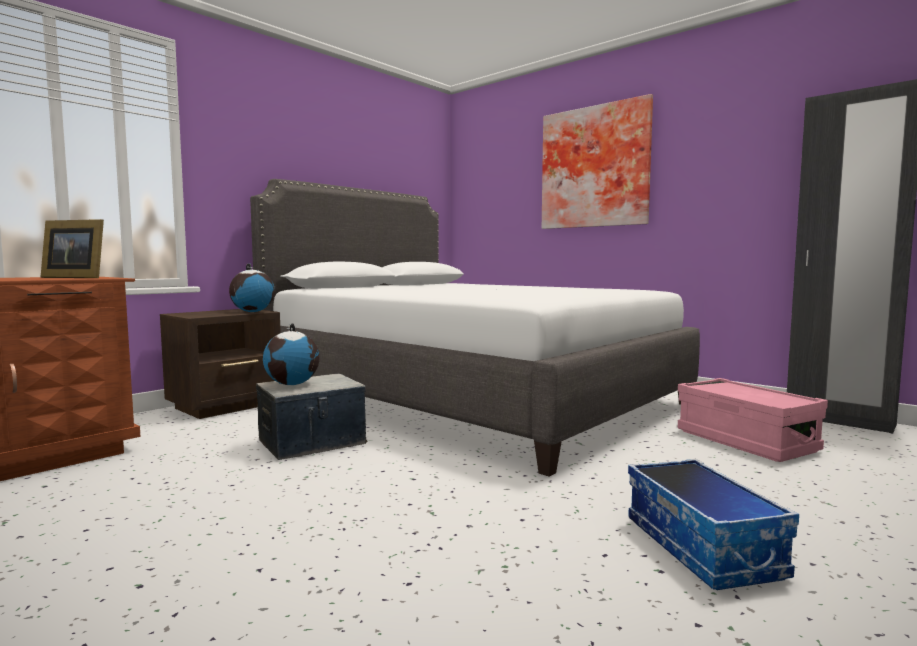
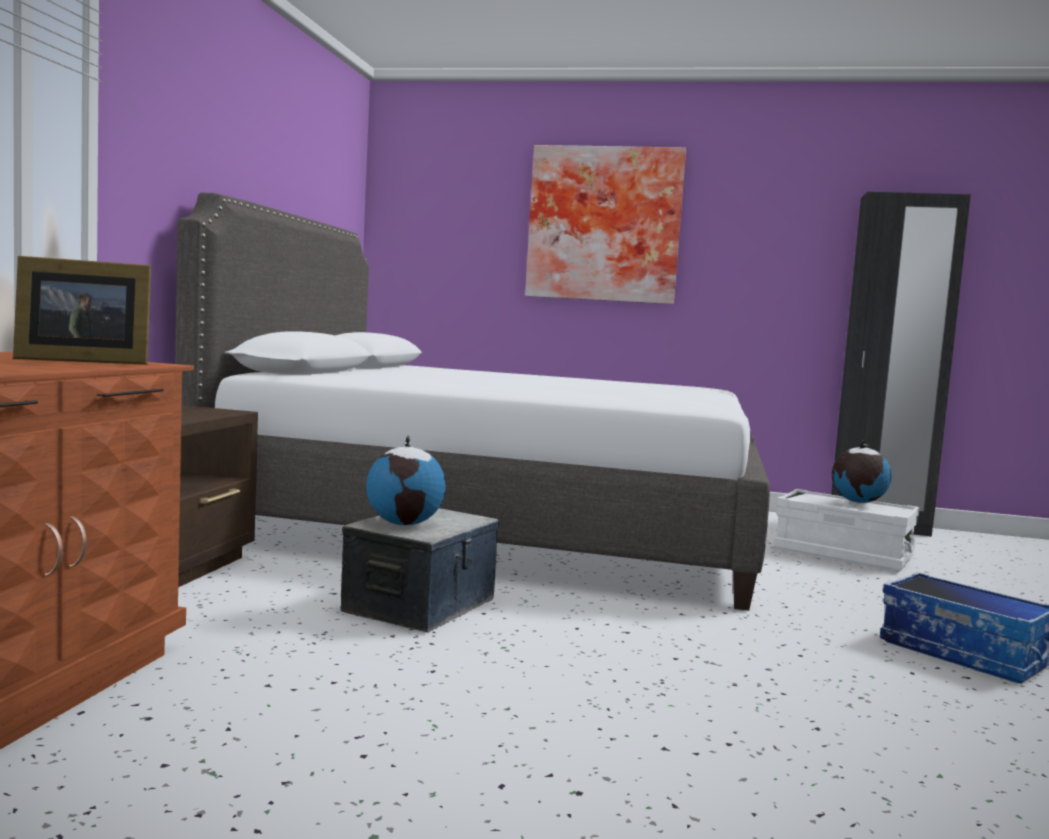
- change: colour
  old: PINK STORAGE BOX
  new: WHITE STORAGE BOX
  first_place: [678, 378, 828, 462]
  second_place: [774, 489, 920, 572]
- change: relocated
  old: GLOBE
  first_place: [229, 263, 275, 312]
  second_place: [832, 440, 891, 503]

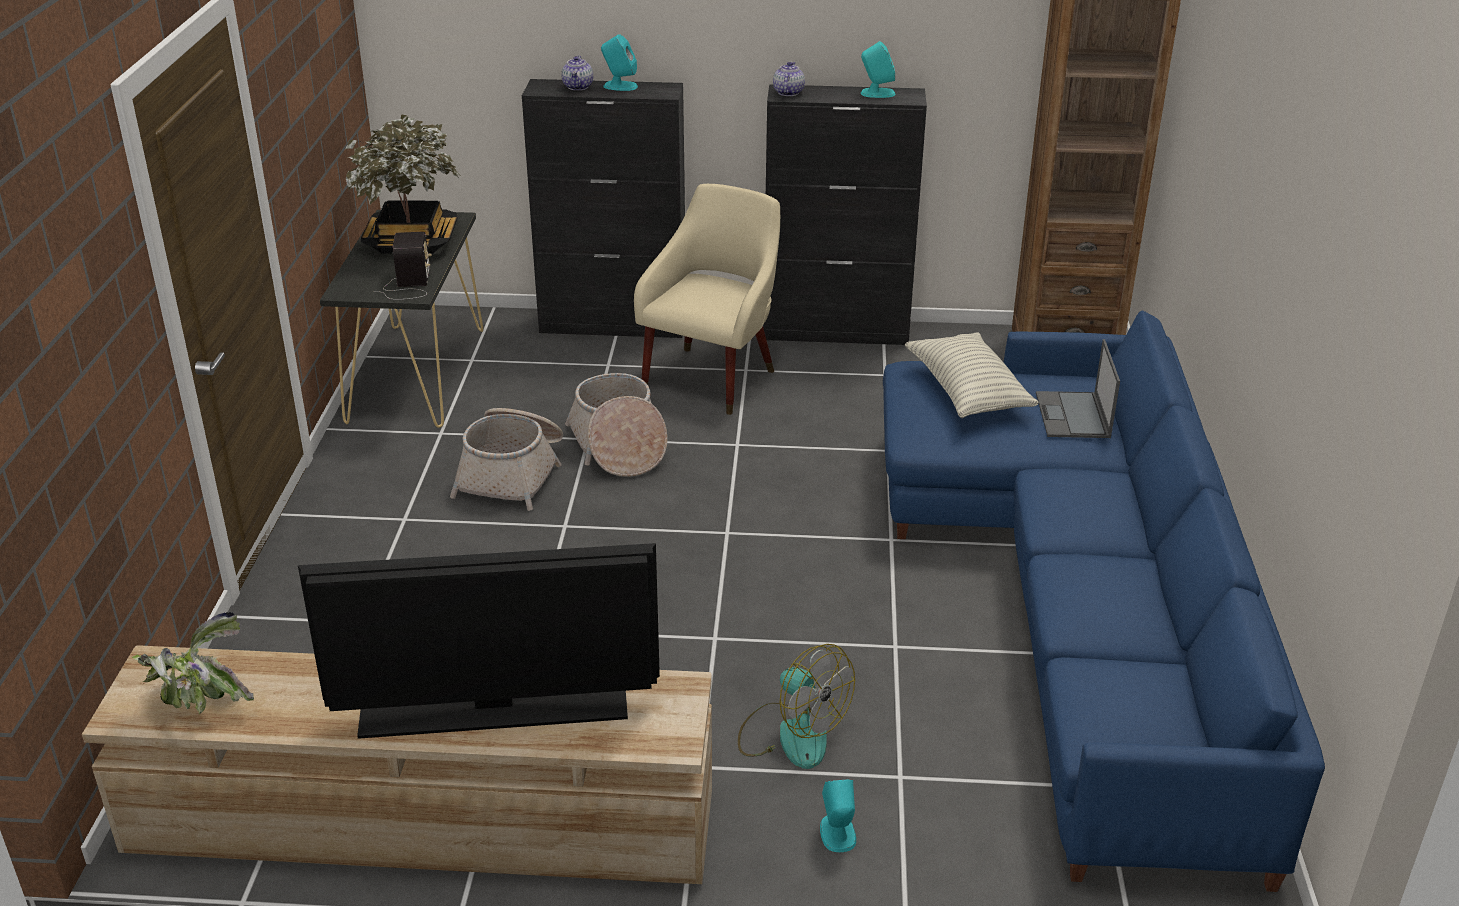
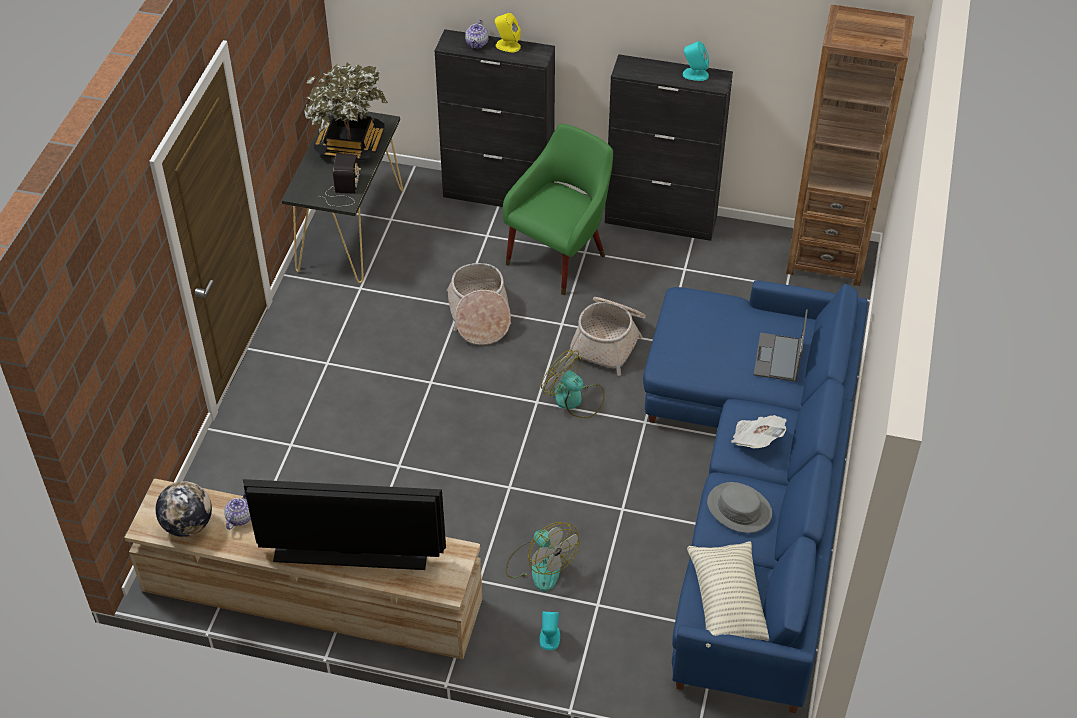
- change: exchanged
  old: POTTED PLANT
  new: GLOBE
  first_place: [132, 612, 254, 714]
  second_place: [156, 481, 212, 537]
- change: relocated
  old: TEAPOT
  first_place: [773, 62, 805, 96]
  second_place: [224, 490, 251, 530]
- change: colour
  old: TURQUOISE SPEAKER
  new: YELLOW SPEAKER
  first_place: [601, 34, 638, 91]
  second_place: [495, 13, 521, 52]
- change: colour
  old: BEIGE ARMCHAIR
  new: GREEN ARMCHAIR
  first_place: [634, 184, 780, 415]
  second_place: [503, 124, 613, 295]
- change: appeared
  new: FAN
  second_place: [541, 349, 605, 418]
- change: relocated
  old: BASKET
  first_place: [450, 408, 563, 511]
  second_place: [566, 297, 646, 376]
- change: relocated
  old: PILLOW
  first_place: [905, 332, 1039, 418]
  second_place: [687, 541, 769, 648]
- change: appeared
  new: GREY HAT
  second_place: [707, 482, 772, 533]
- change: appeared
  new: NEWSPAPER
  second_place: [731, 415, 786, 448]

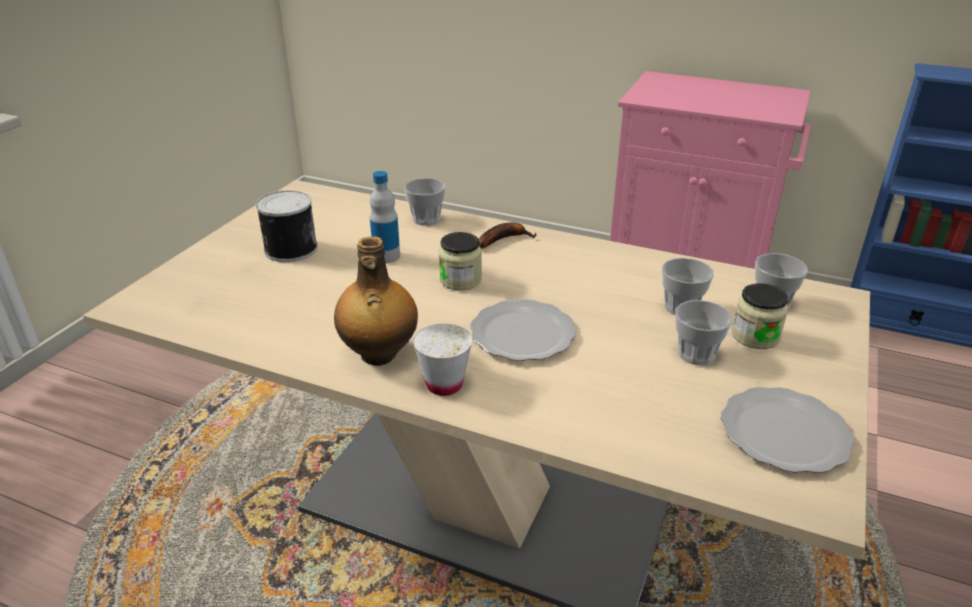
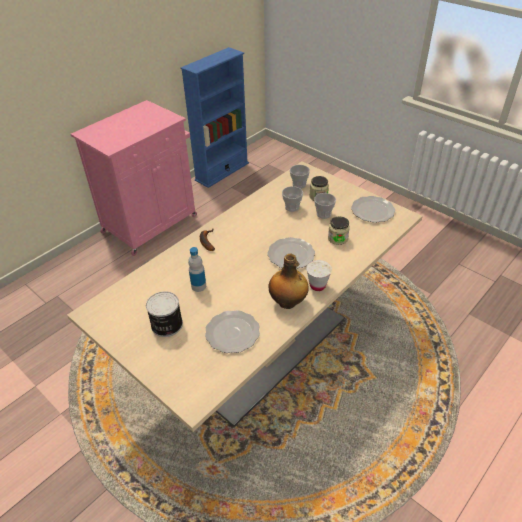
- change: appeared
  new: PLATE
  second_place: [205, 310, 260, 353]
- change: relocated
  old: JAR
  first_place: [439, 232, 482, 290]
  second_place: [328, 216, 350, 245]
- change: missing
  old: CUP
  first_place: [404, 178, 446, 226]

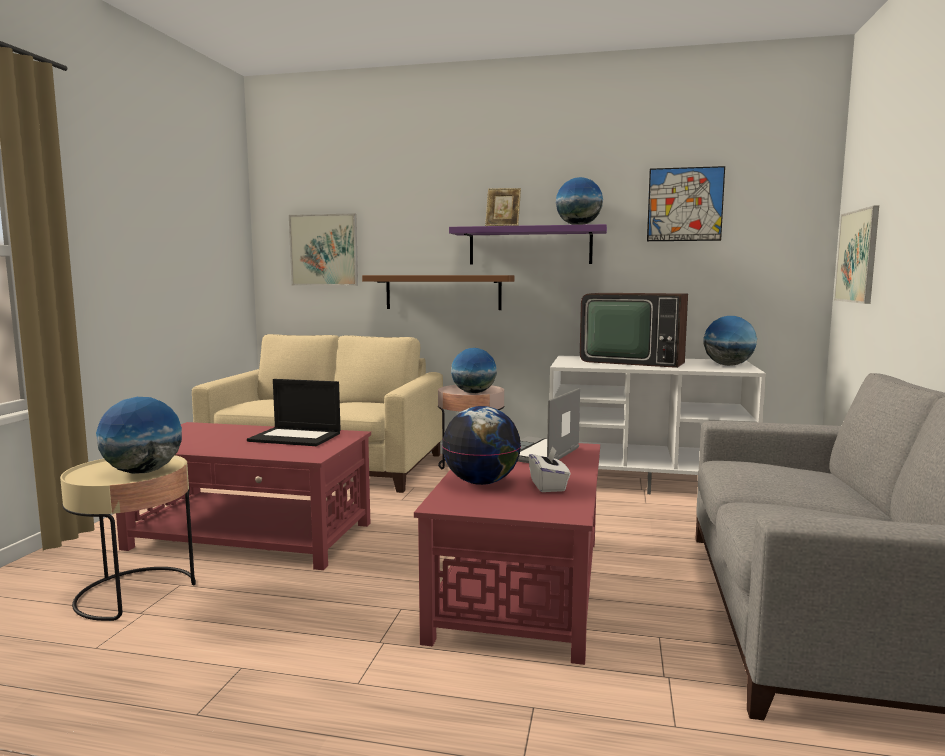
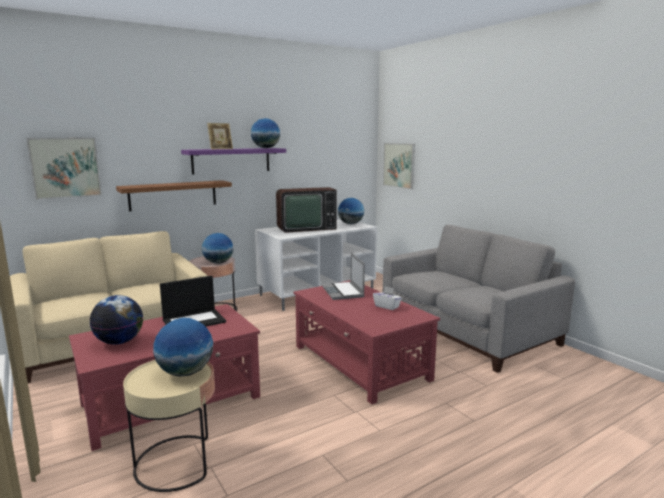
- change: relocated
  old: GLOBE
  first_place: [442, 406, 521, 485]
  second_place: [89, 295, 143, 345]
- change: missing
  old: PICTURE
  first_place: [647, 166, 725, 241]

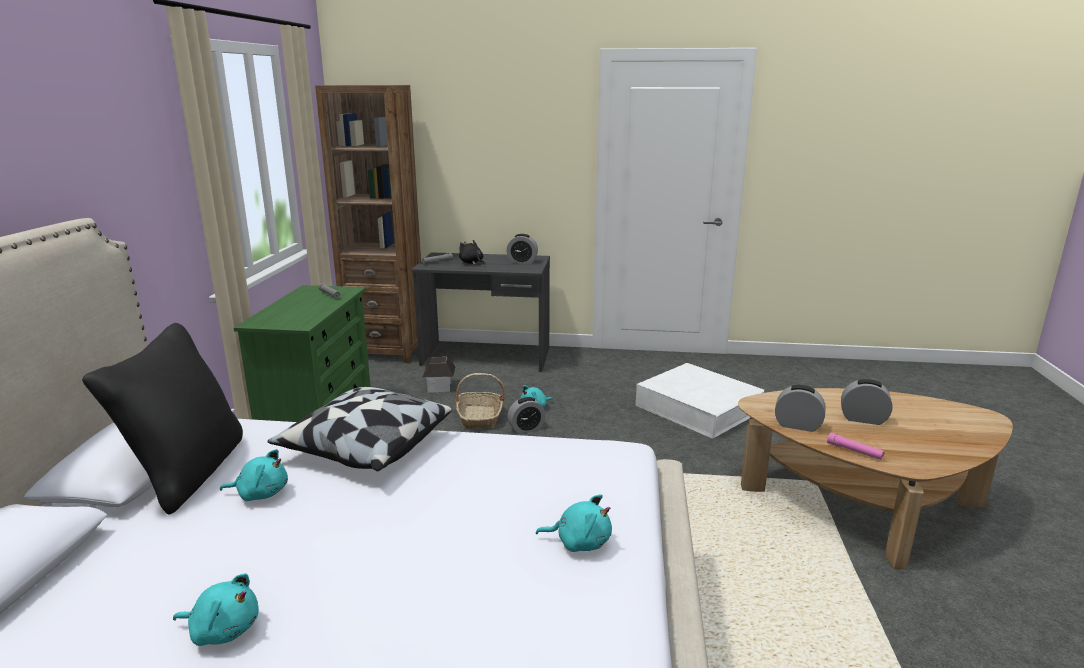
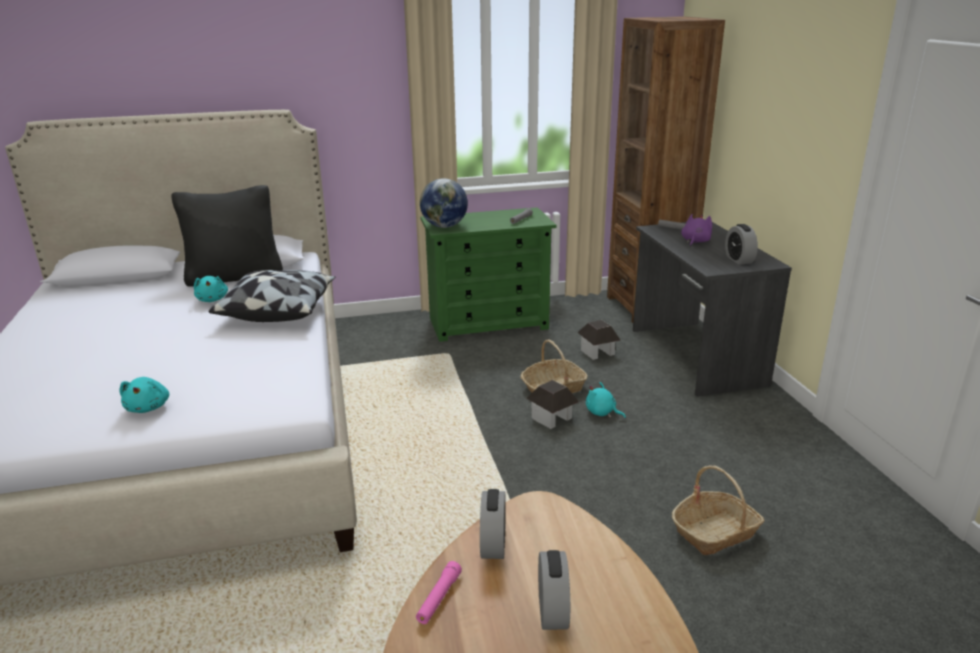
- change: appeared
  new: GLOBE
  second_place: [420, 178, 468, 228]
- change: exchanged
  old: ALARM CLOCK
  new: TOY HOUSE
  first_place: [508, 397, 546, 433]
  second_place: [526, 380, 579, 429]
- change: exchanged
  old: WHITE STORAGE BOX
  new: BASKET
  first_place: [635, 363, 765, 439]
  second_place: [672, 465, 765, 555]
- change: colour
  old: BLACK PLUSH TOY
  new: PURPLE PLUSH TOY
  first_place: [459, 240, 485, 265]
  second_place: [681, 214, 712, 246]
- change: missing
  old: TURQUOISE PLUSH TOY
  first_place: [173, 573, 259, 646]

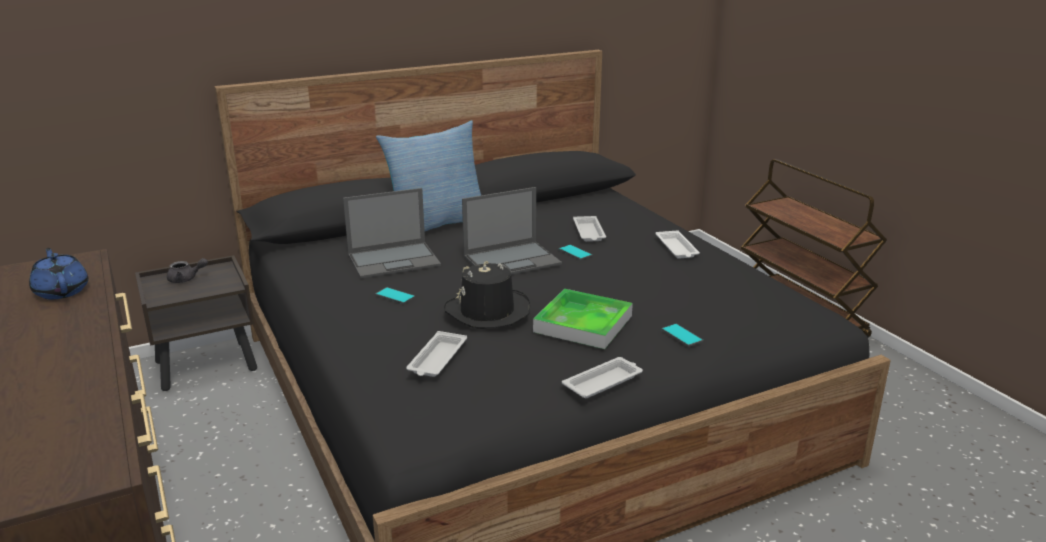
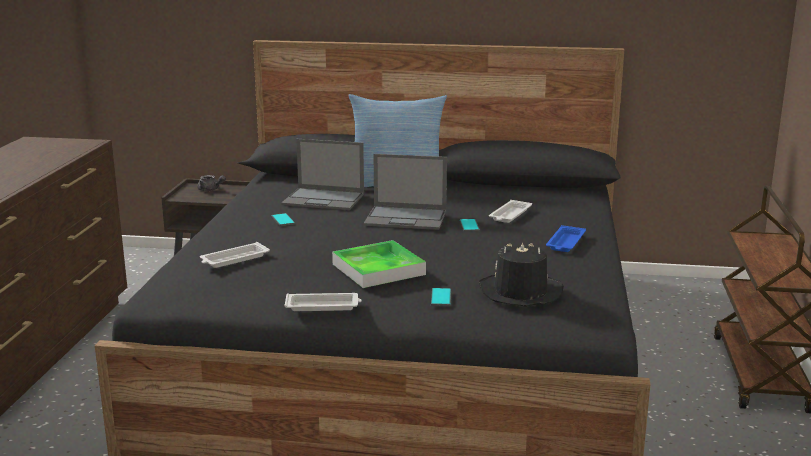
- change: relocated
  old: BLACK HAT
  first_place: [444, 261, 530, 329]
  second_place: [479, 242, 564, 307]
- change: colour
  old: WHITE TRAY
  new: BLUE TRAY
  first_place: [656, 230, 700, 259]
  second_place: [546, 225, 586, 252]
- change: missing
  old: BLUE TEAPOT
  first_place: [29, 248, 88, 299]

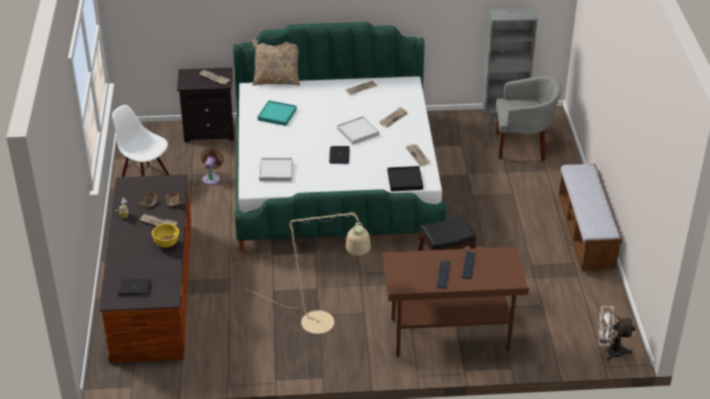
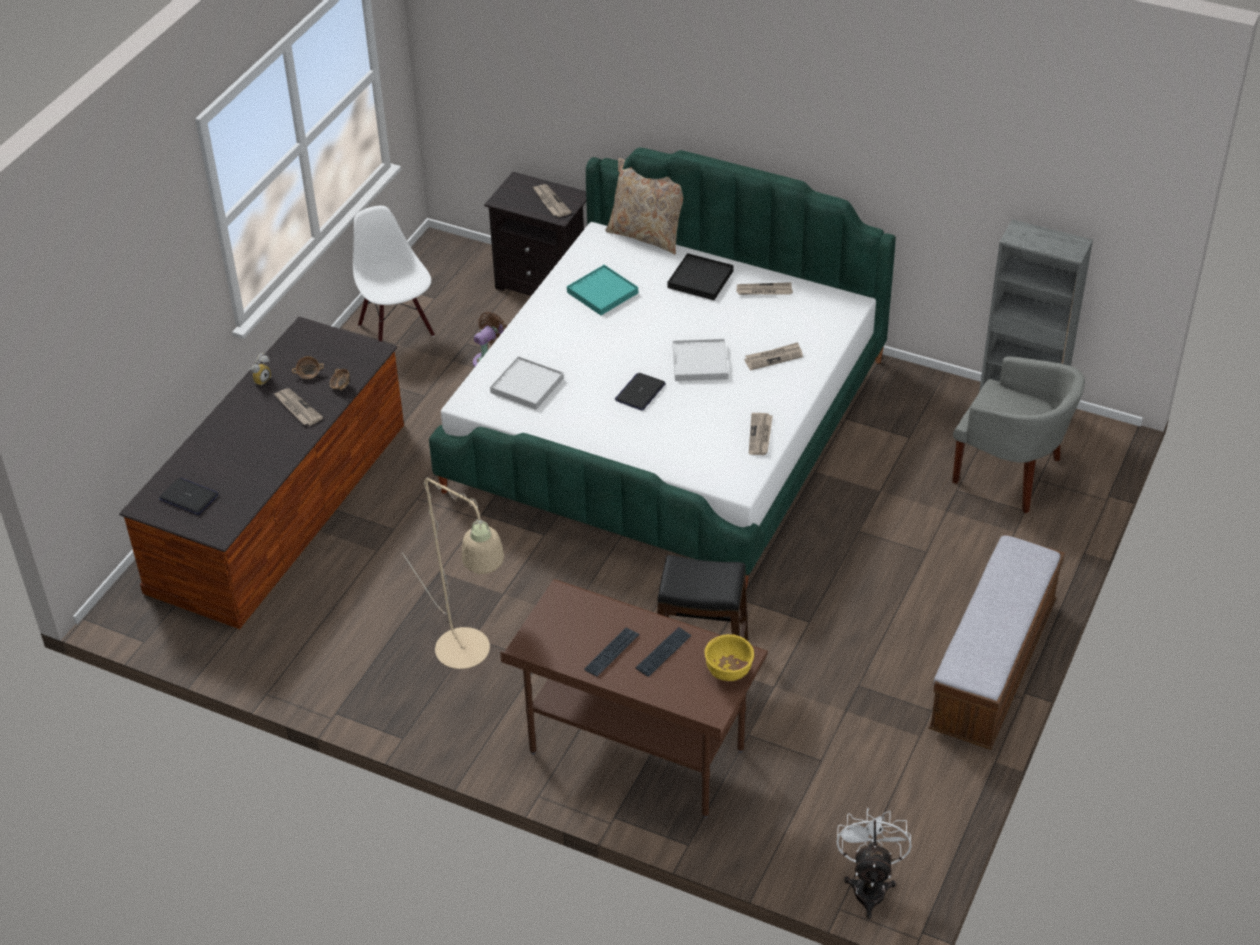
- change: relocated
  old: BLACK TRAY
  first_place: [387, 166, 423, 191]
  second_place: [668, 253, 734, 300]
- change: relocated
  old: YELLOW BOWL
  first_place: [152, 223, 179, 248]
  second_place: [705, 634, 754, 681]
- change: spun
  old: WHITE FAN
  first_place: [598, 306, 636, 361]
  second_place: [836, 808, 911, 919]
  degrees: 60

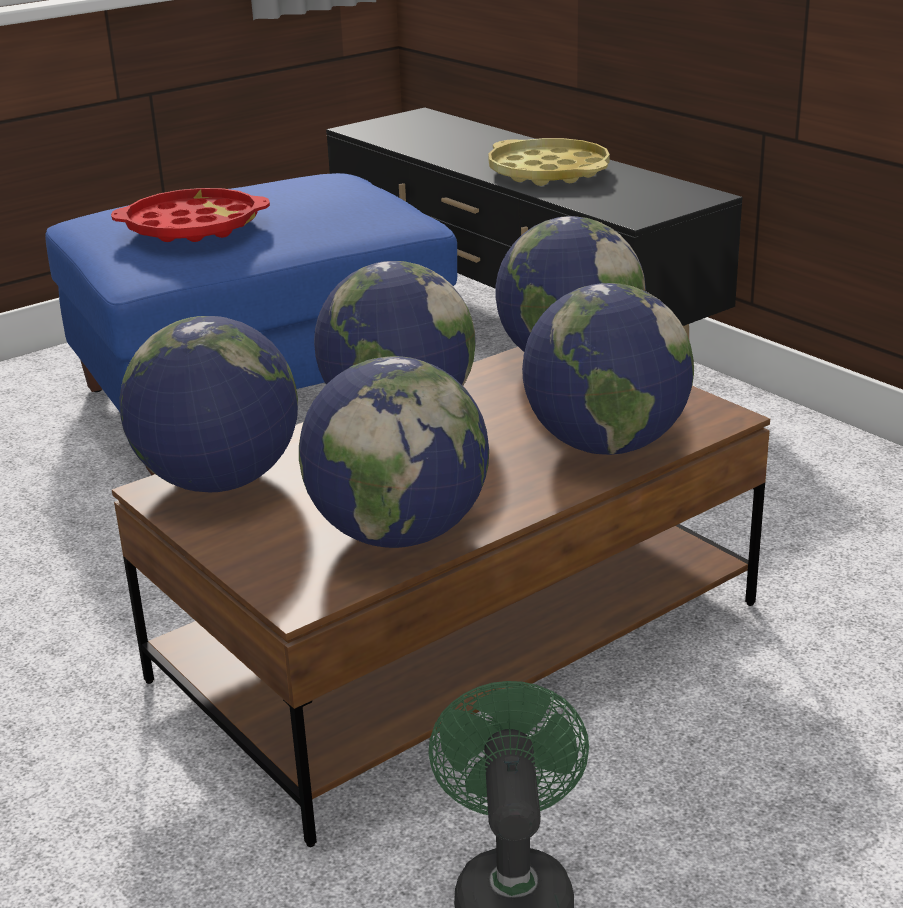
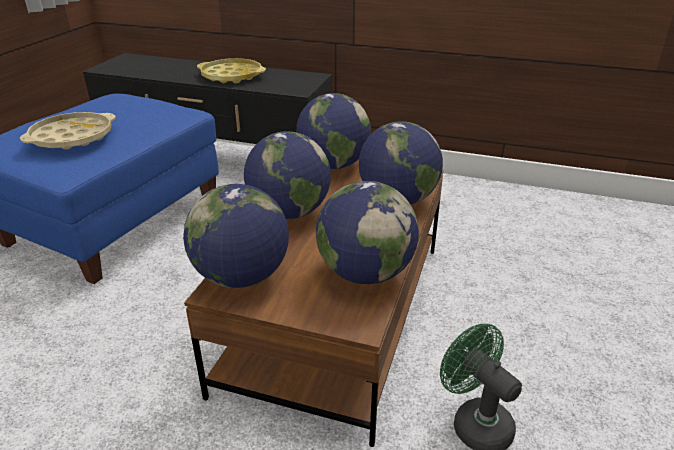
- change: colour
  old: RED TRAY
  new: BEIGE TRAY
  first_place: [111, 188, 270, 242]
  second_place: [20, 112, 116, 149]

